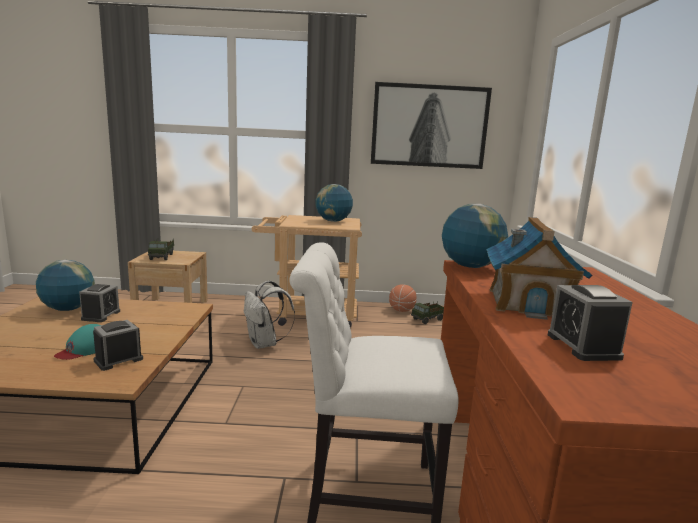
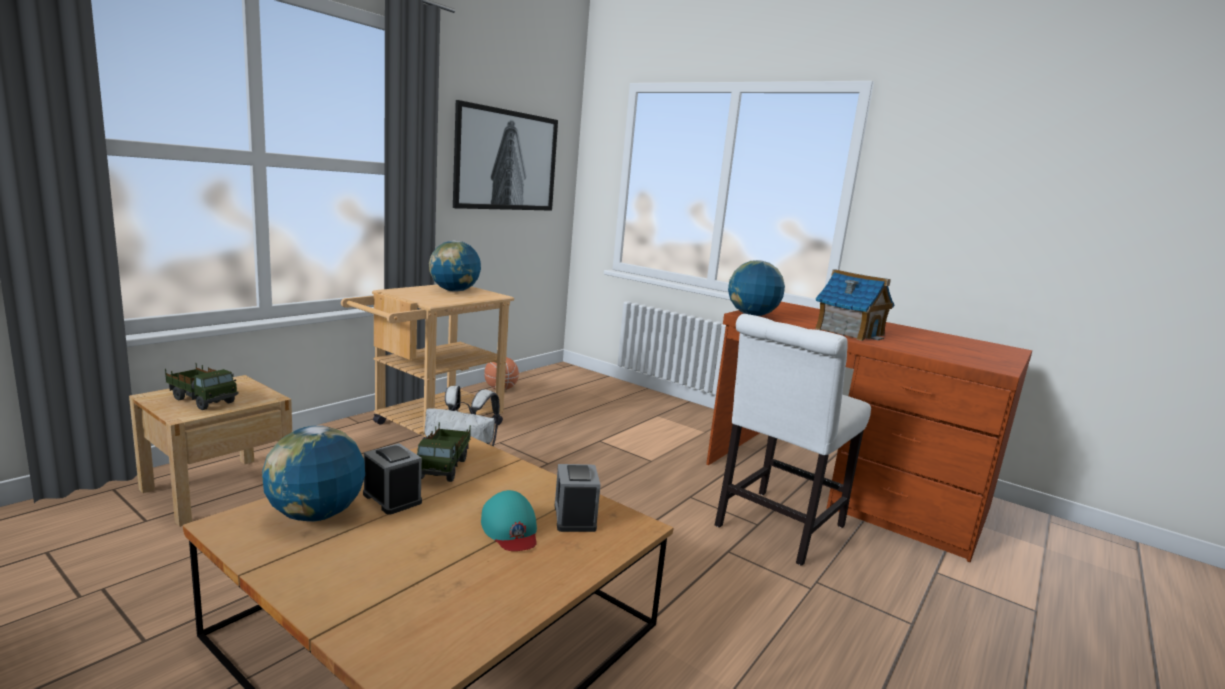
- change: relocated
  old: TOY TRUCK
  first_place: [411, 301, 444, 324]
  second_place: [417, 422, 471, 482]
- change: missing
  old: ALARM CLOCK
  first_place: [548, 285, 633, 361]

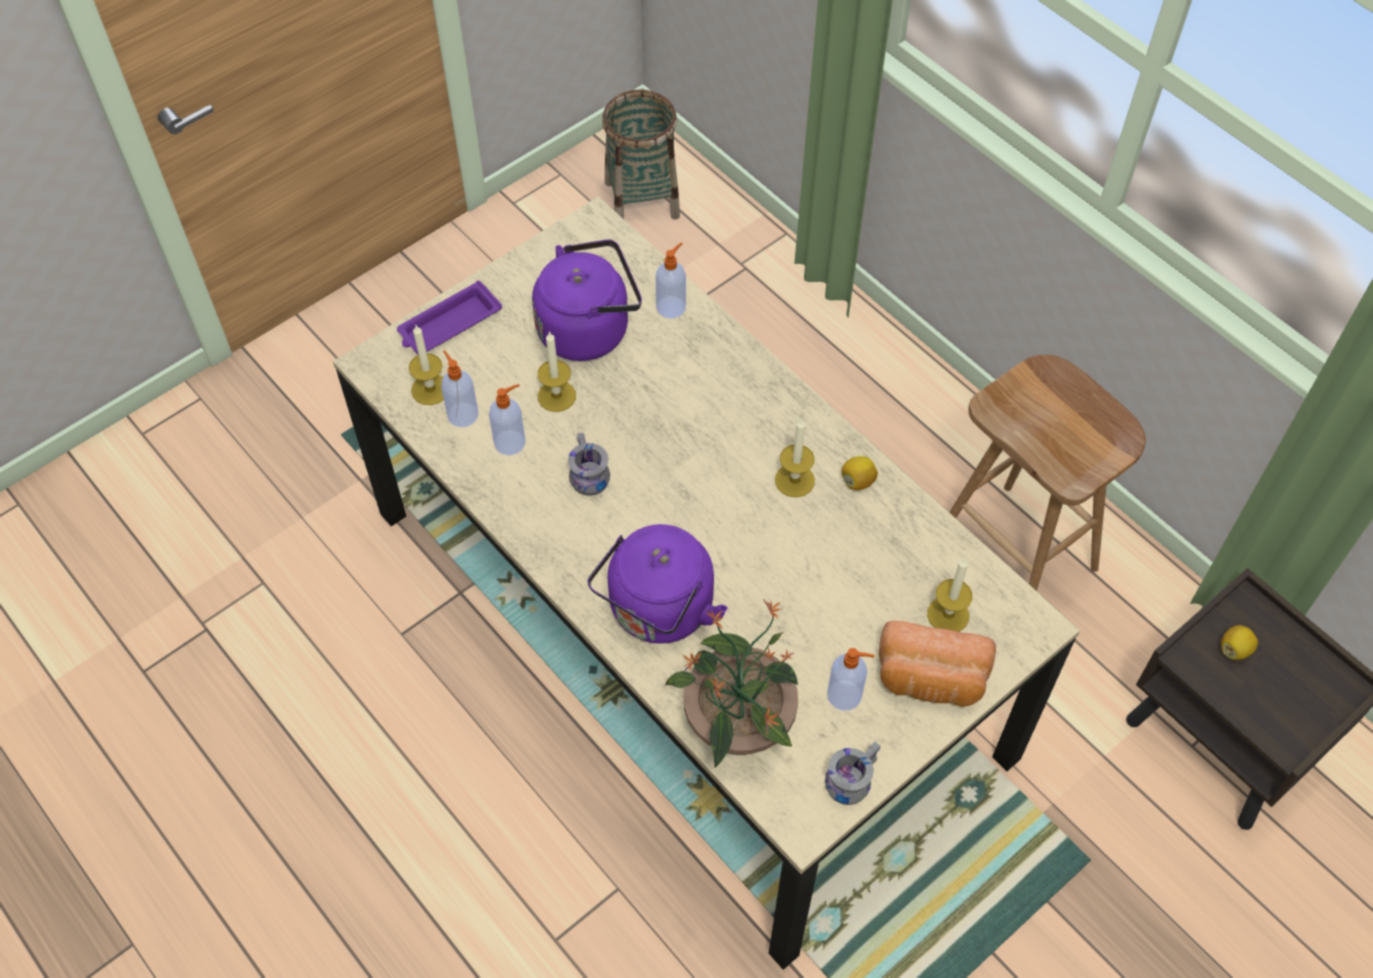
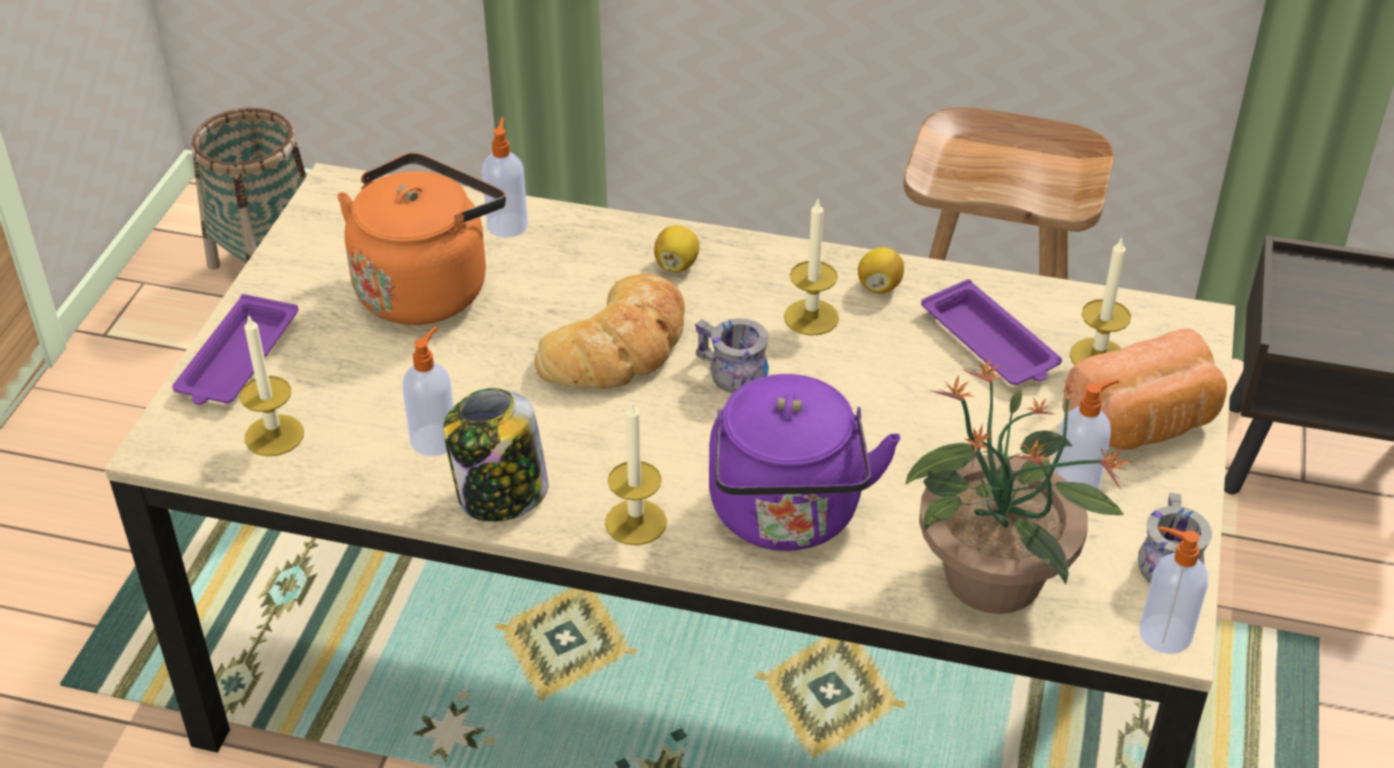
- change: colour
  old: PURPLE KETTLE
  new: ORANGE KETTLE
  first_place: [532, 239, 642, 361]
  second_place: [337, 153, 506, 325]
- change: appeared
  new: JAR
  second_place: [443, 388, 548, 522]
- change: appeared
  new: BREAD
  second_place: [534, 274, 685, 389]
- change: relocated
  old: CANDLE
  first_place: [538, 331, 576, 412]
  second_place: [605, 402, 667, 545]
- change: relocated
  old: LEMON
  first_place: [1221, 625, 1258, 660]
  second_place: [654, 225, 699, 272]
- change: relocated
  old: GREY MUG
  first_place: [568, 432, 610, 496]
  second_place: [695, 318, 769, 394]
- change: appeared
  new: PURPLE TRAY
  second_place: [921, 279, 1062, 385]
- change: relocated
  old: SOAP DISPENSER
  first_place: [441, 350, 479, 427]
  second_place: [1140, 526, 1208, 654]

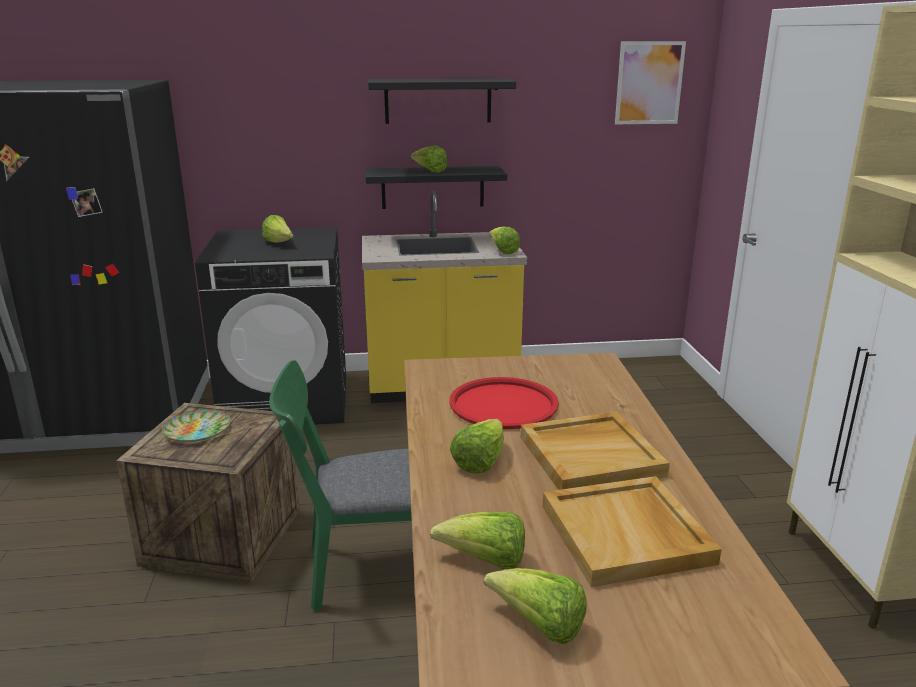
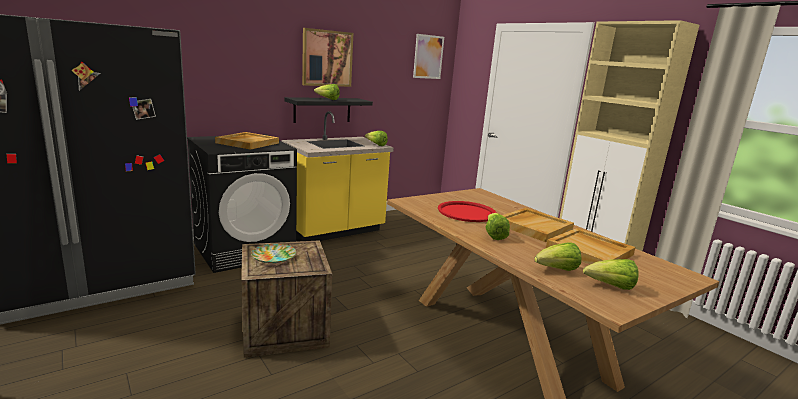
- change: exchanged
  old: LETTUCE
  new: BEIGE TRAY
  first_place: [262, 215, 294, 243]
  second_place: [215, 132, 279, 150]
- change: exchanged
  old: BLACK SHELF
  new: PICTURE
  first_place: [368, 78, 516, 124]
  second_place: [302, 28, 353, 87]
- change: missing
  old: GREEN CHAIR
  first_place: [269, 360, 412, 612]

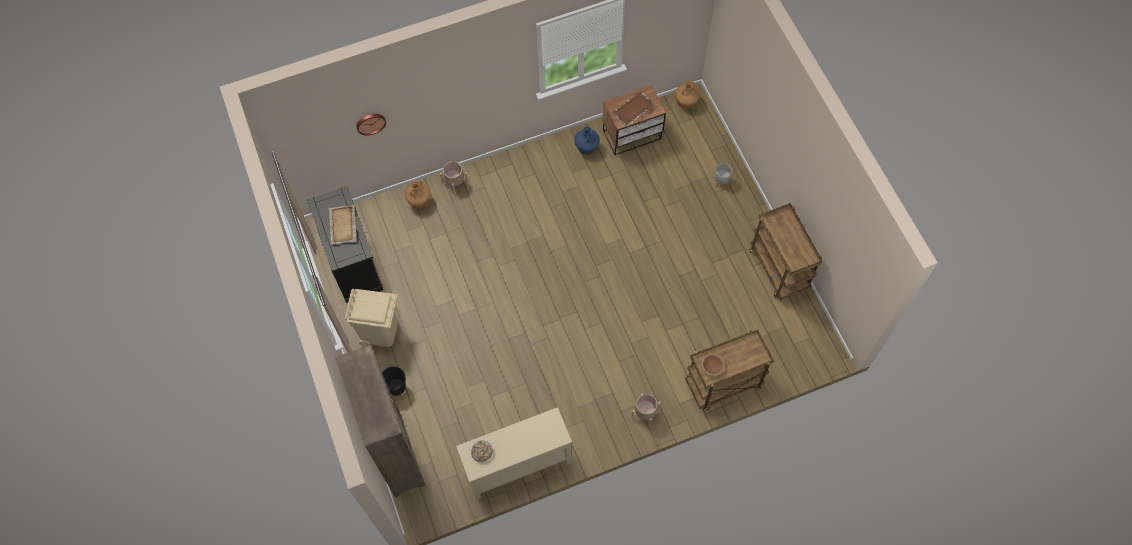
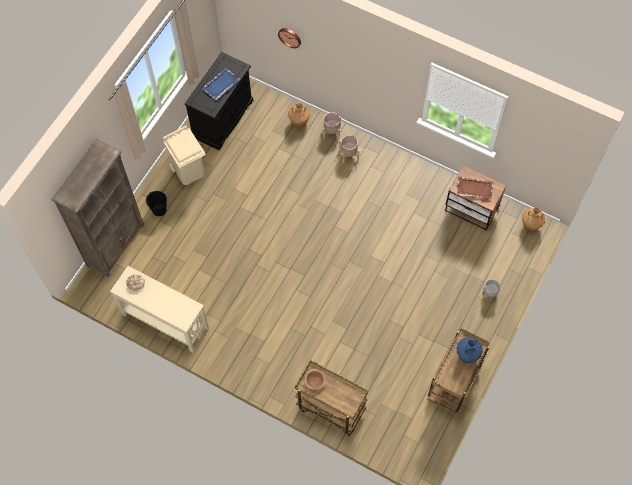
- change: colour
  old: BEIGE TRAY
  new: BLUE TRAY
  first_place: [329, 205, 357, 244]
  second_place: [201, 68, 240, 100]
- change: relocated
  old: BEIGE PLANTER
  first_place: [632, 393, 660, 427]
  second_place: [339, 135, 359, 163]
- change: relocated
  old: BLUE VASE
  first_place: [574, 126, 600, 155]
  second_place: [457, 337, 483, 363]

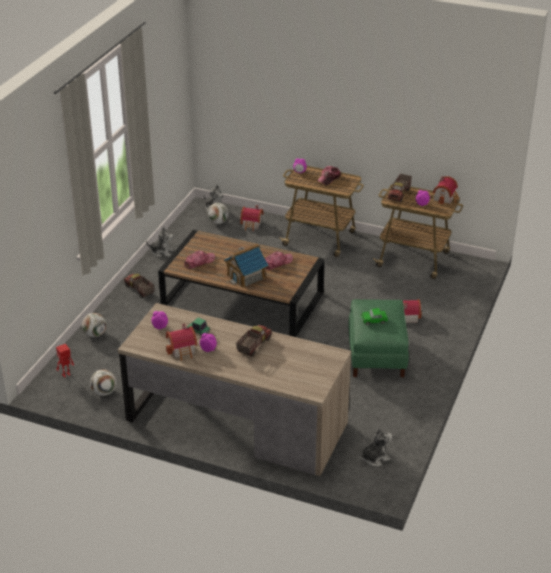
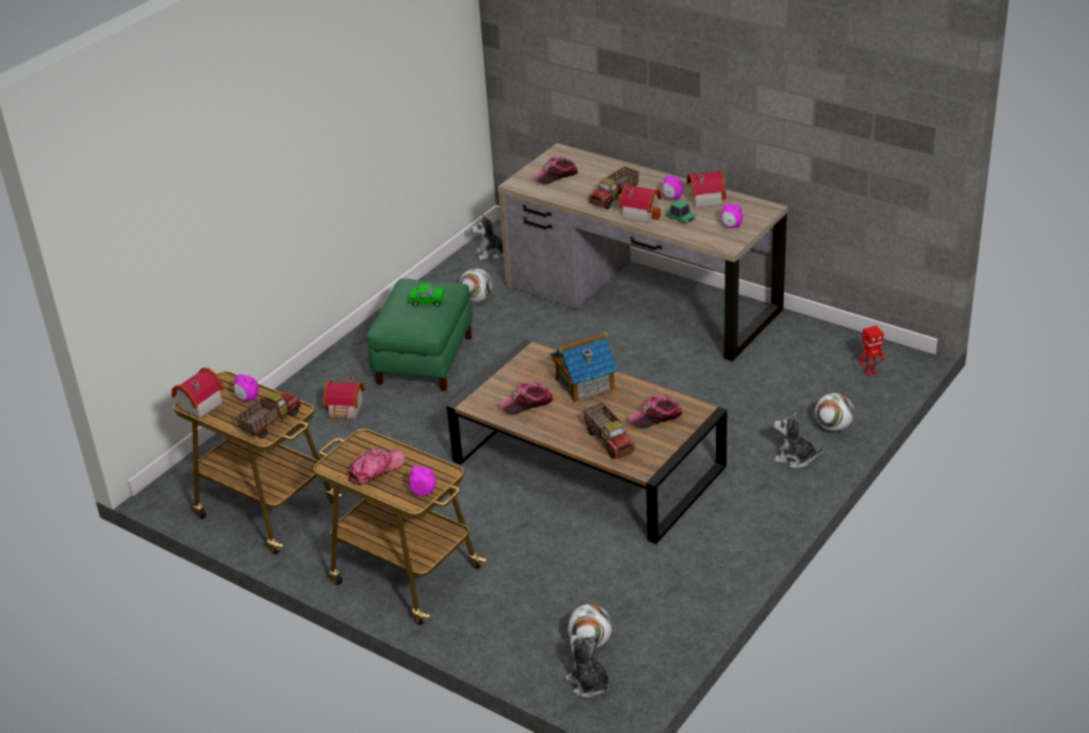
- change: relocated
  old: FOOTBALL
  first_place: [90, 369, 117, 396]
  second_place: [459, 268, 493, 302]
- change: appeared
  new: CAP
  second_place: [532, 157, 578, 185]
- change: relocated
  old: TOY TRUCK
  first_place: [124, 274, 155, 298]
  second_place: [583, 403, 635, 459]
- change: relocated
  old: TOY HOUSE
  first_place: [240, 205, 264, 231]
  second_place: [619, 184, 662, 224]
- change: relocated
  old: PLUSH TOY
  first_place: [146, 227, 173, 257]
  second_place: [774, 411, 824, 468]

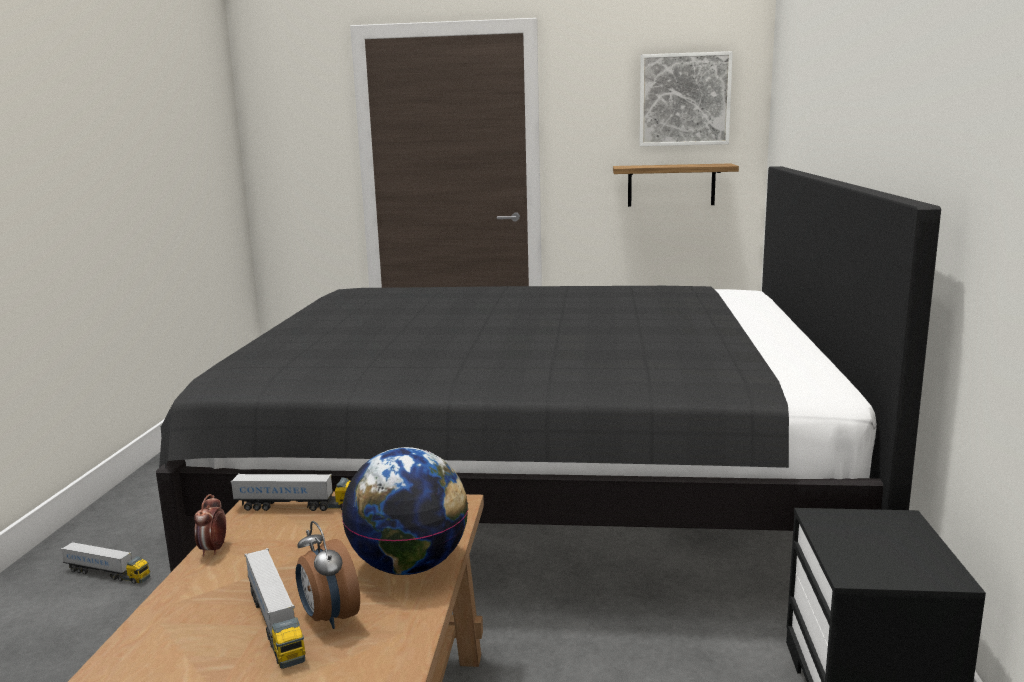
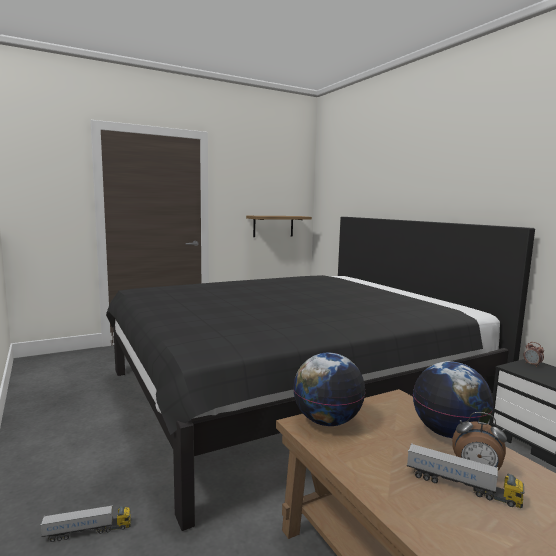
- change: exchanged
  old: TOY TRUCK
  new: GLOBE
  first_place: [231, 473, 351, 511]
  second_place: [293, 353, 365, 426]
- change: relocated
  old: ALARM CLOCK
  first_place: [194, 494, 226, 556]
  second_place: [524, 342, 544, 367]
- change: missing
  old: PICTURE
  first_place: [640, 51, 733, 146]

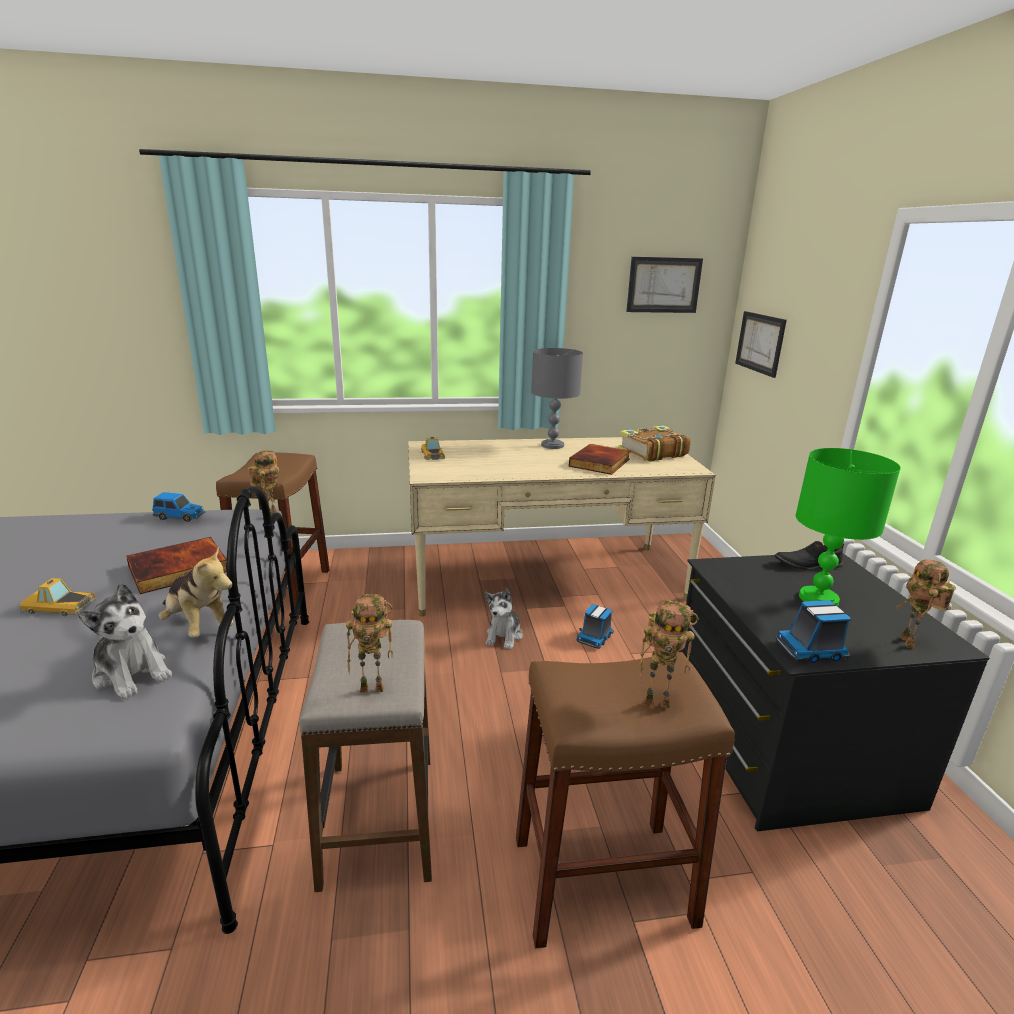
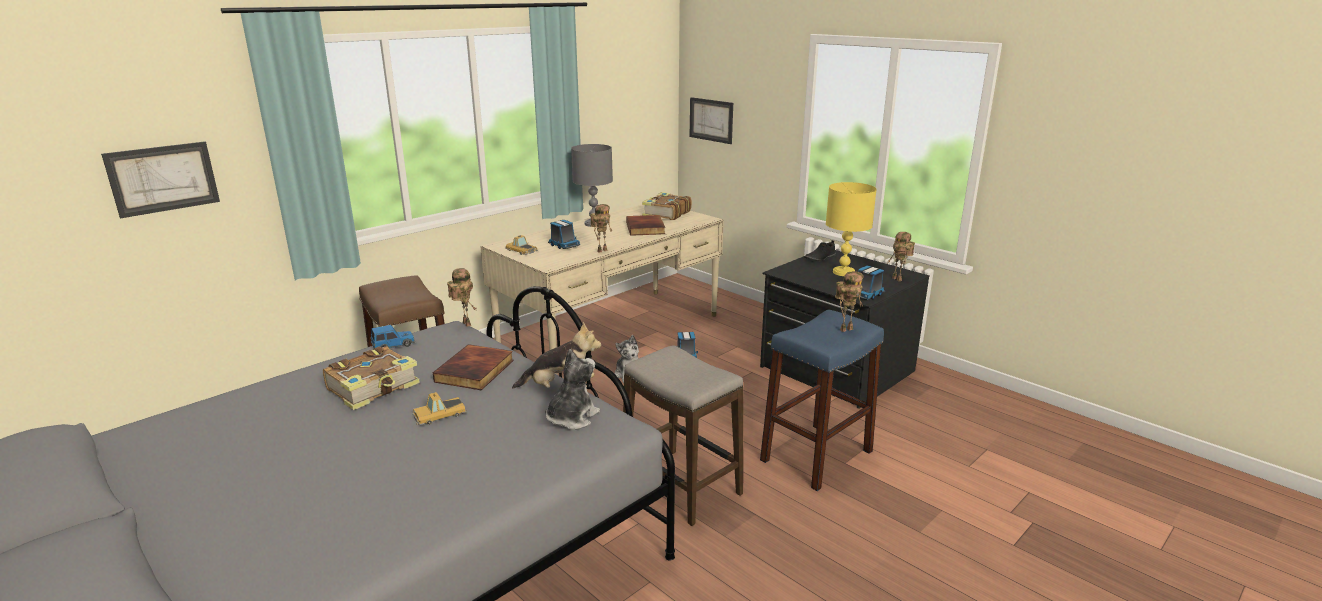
- change: relocated
  old: PICTURE
  first_place: [626, 257, 703, 313]
  second_place: [101, 141, 220, 218]
- change: appeared
  new: BOOK
  second_place: [323, 346, 420, 410]
- change: spun
  old: PLUSH TOY
  first_place: [78, 583, 172, 699]
  second_place: [545, 349, 600, 430]
  degrees: -60
- change: appeared
  new: TOY TRUCK
  second_place: [548, 220, 580, 249]
- change: relocated
  old: TOY ROBOT
  first_place: [346, 594, 393, 693]
  second_place: [590, 204, 612, 253]
- change: colour
  old: BROWN STOOL
  new: BLUE STOOL
  first_place: [516, 652, 735, 949]
  second_place: [760, 309, 884, 491]
- change: colour
  old: GREEN TABLE LAMP
  new: YELLOW TABLE LAMP
  first_place: [795, 448, 901, 606]
  second_place: [826, 182, 877, 276]

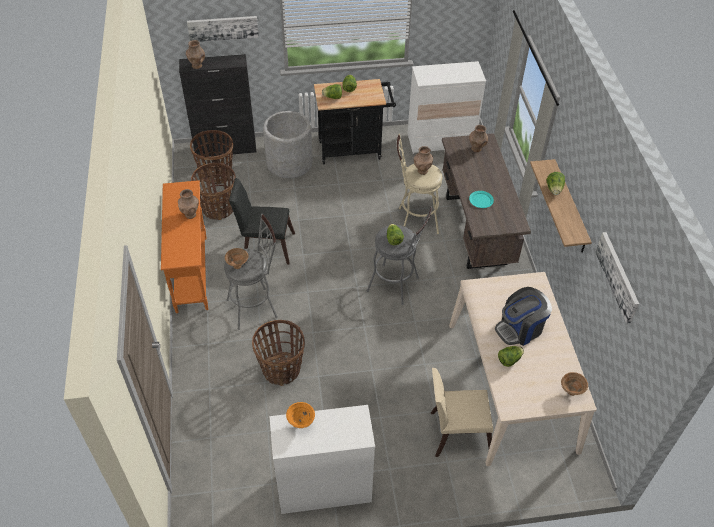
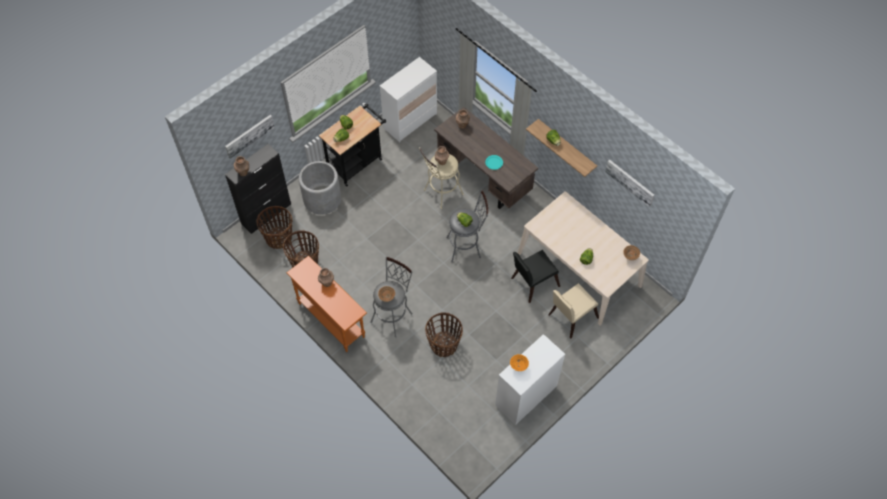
- change: relocated
  old: BLACK CHAIR
  first_place: [229, 178, 295, 265]
  second_place: [511, 250, 560, 303]
- change: missing
  old: COFFEE MACHINE
  first_place: [495, 287, 552, 346]

